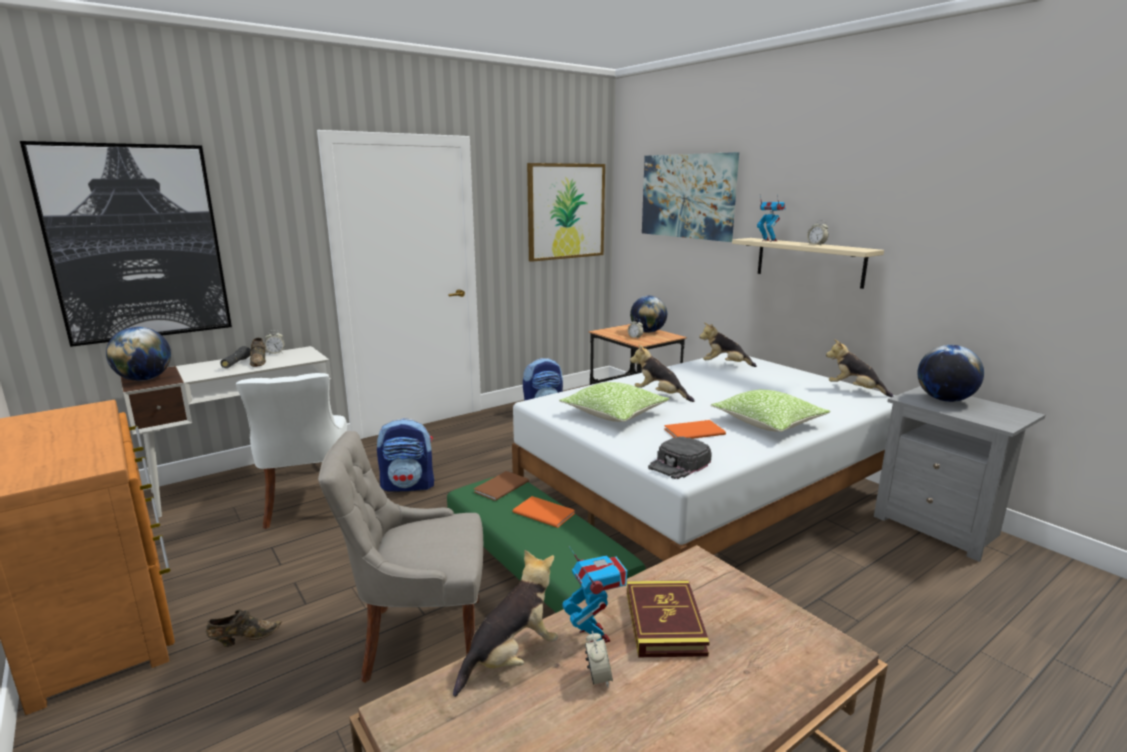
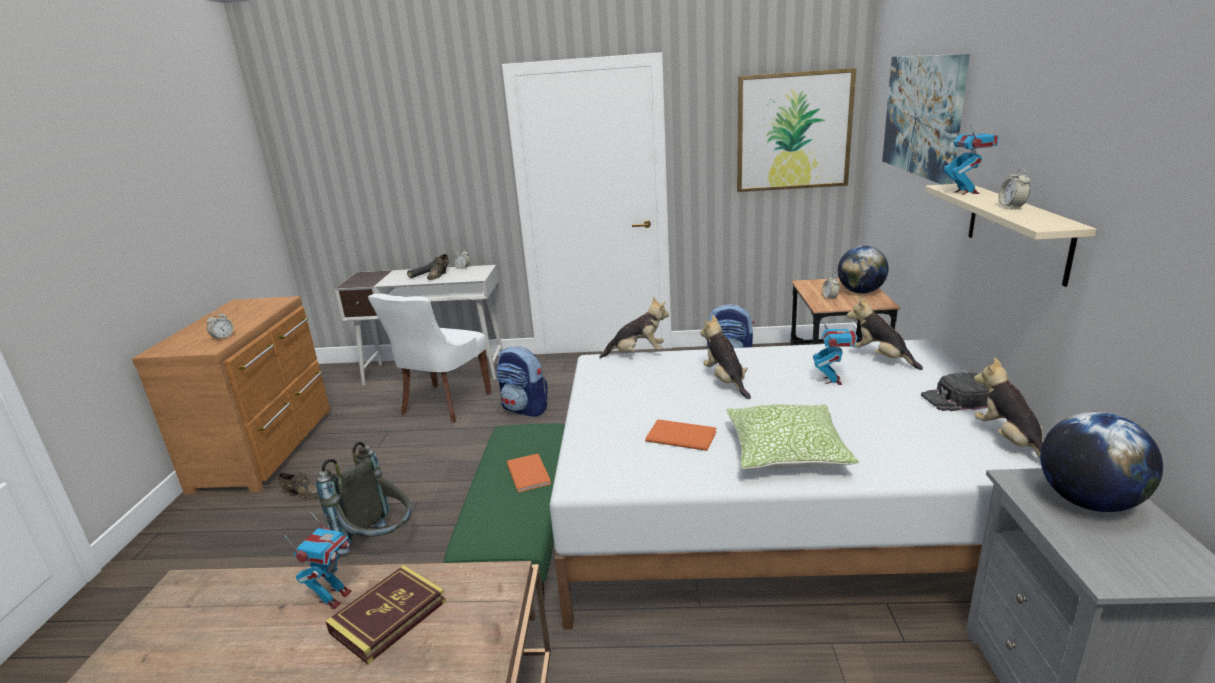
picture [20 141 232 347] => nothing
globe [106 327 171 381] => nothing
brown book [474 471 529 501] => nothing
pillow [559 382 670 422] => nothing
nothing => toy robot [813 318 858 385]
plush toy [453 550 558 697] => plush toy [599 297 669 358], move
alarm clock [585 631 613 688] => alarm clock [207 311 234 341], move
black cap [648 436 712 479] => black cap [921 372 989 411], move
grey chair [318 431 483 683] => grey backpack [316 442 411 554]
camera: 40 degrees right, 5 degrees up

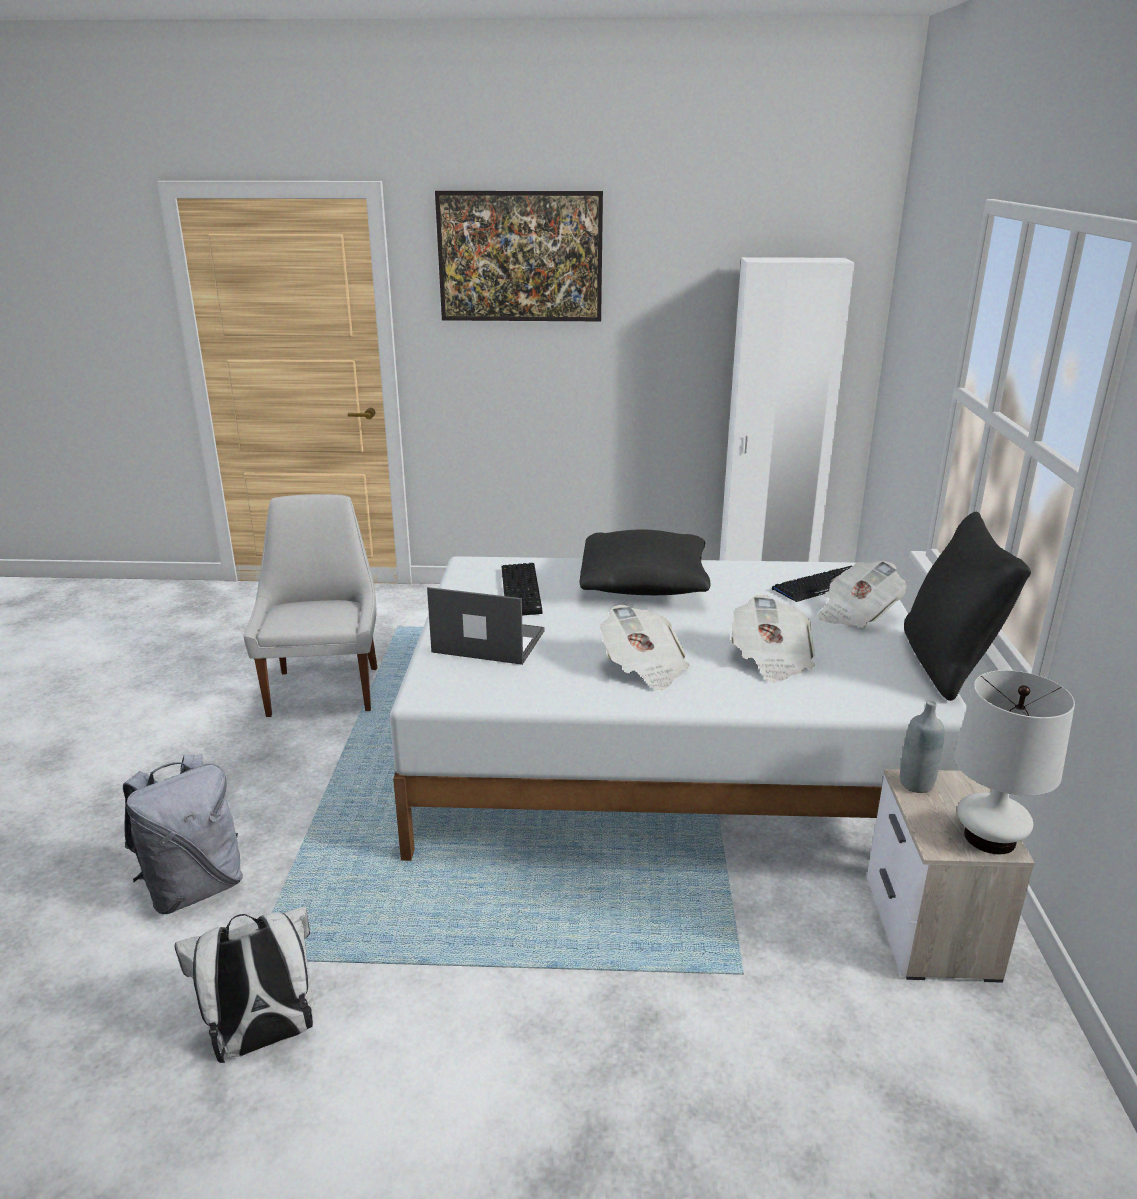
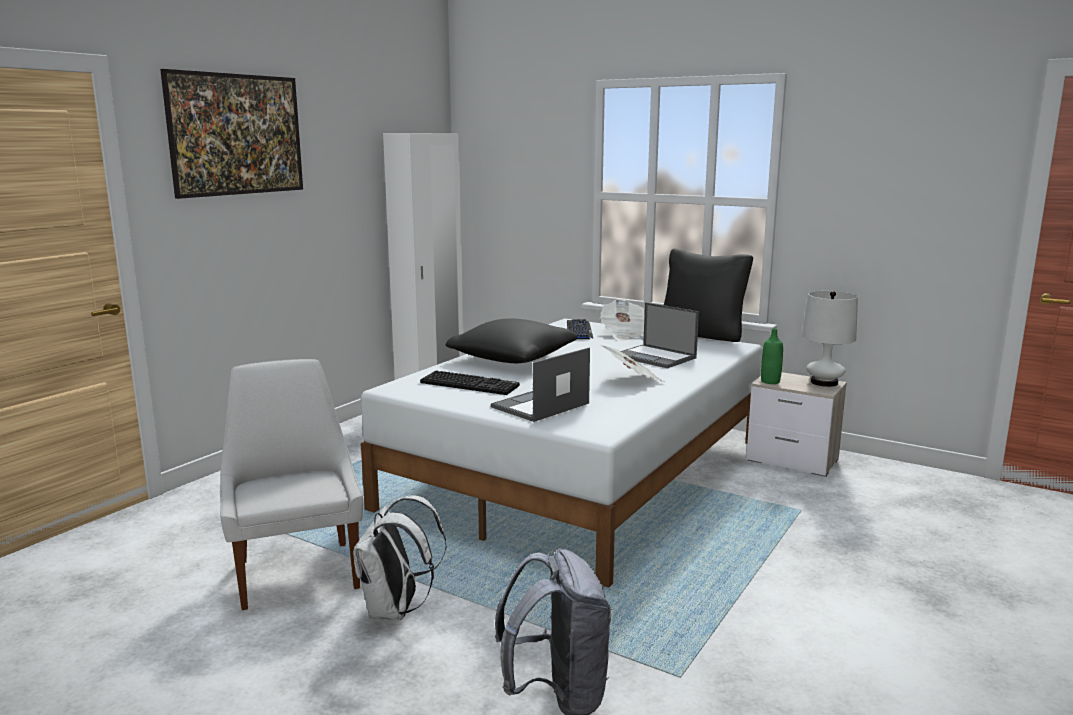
white backpack [175 906 314 1063] => white backpack [353 495 447 620], move
newspaper [731 595 815 682] => laptop [621 302 699 368]
grey bottle [900 701 945 793] => green bottle [761 329 783 384]
white chair [243 494 377 717] => white chair [220 359 363 610], 45 degrees clockwise
camera: 60 degrees left, 10 degrees down

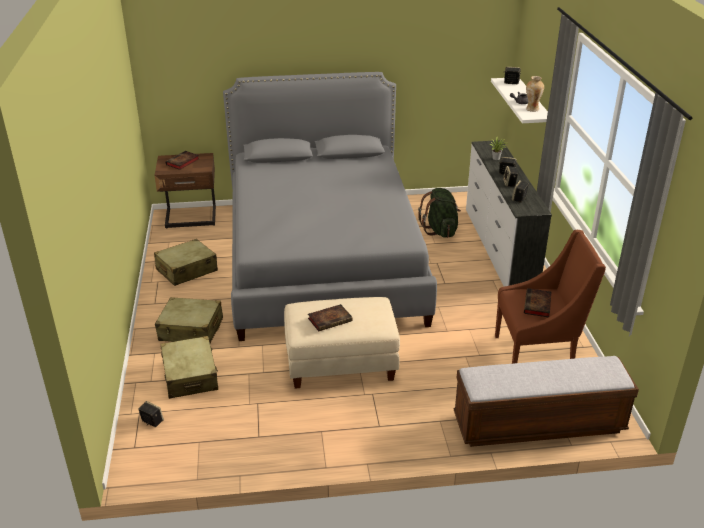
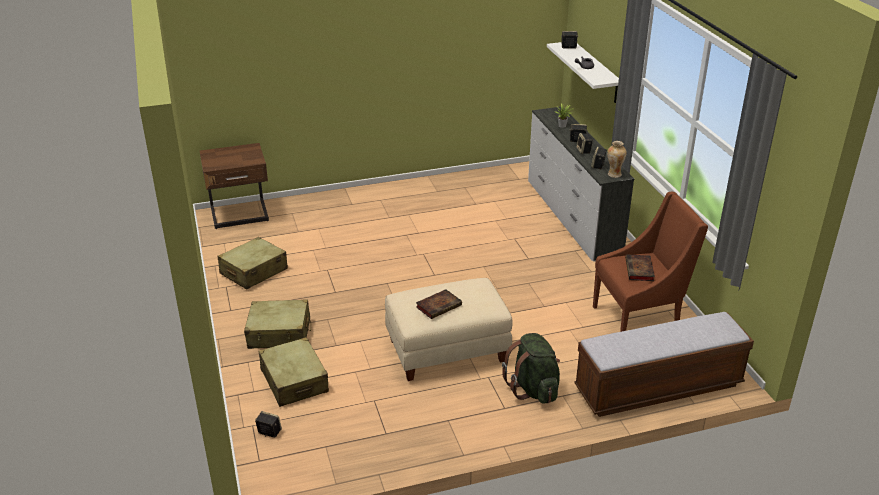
book [166 151 199 170] => nothing
grey bed [223 72 437 341] => nothing
green backpack [418 188 461 238] => green backpack [502 333 560 404], move
vase [526 76 544 112] => vase [607 141 627 178], move
camera: 10 degrees left, 0 degrees up

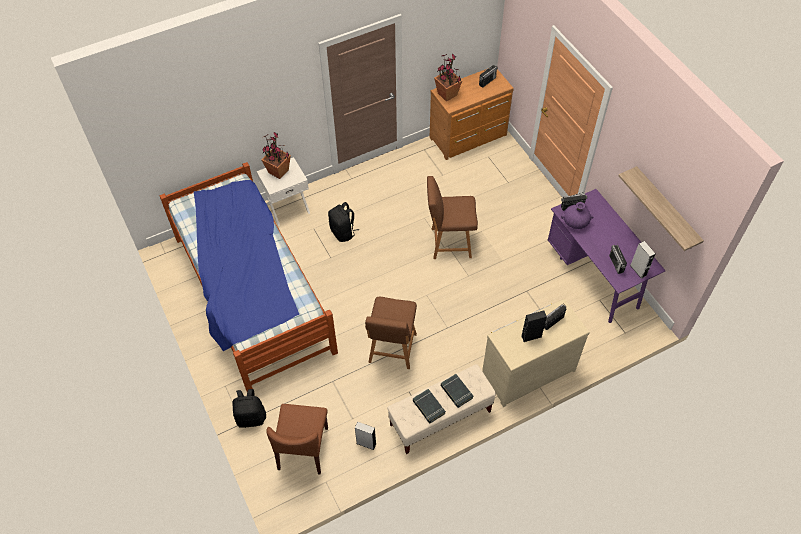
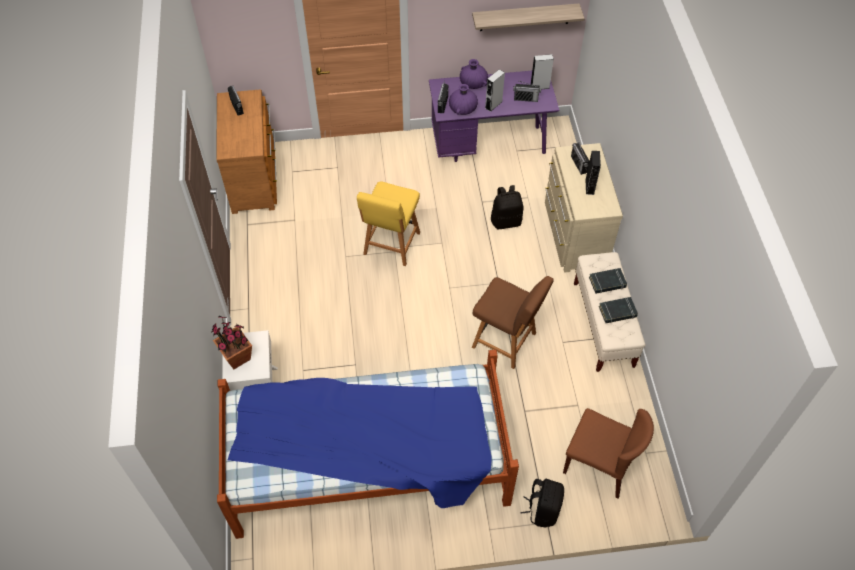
potted plant [434 53 462 101] => nothing
nothing => purple vase [460 59 488 89]
black backpack [328 202 359 242] => black backpack [491 185 524 229], move
grey speaker [355 422 376 450] => grey speaker [485 69 505 112], move
brown chair [427 176 478 259] => yellow chair [357 182 420 266]
camera: 70 degrees left, 0 degrees up

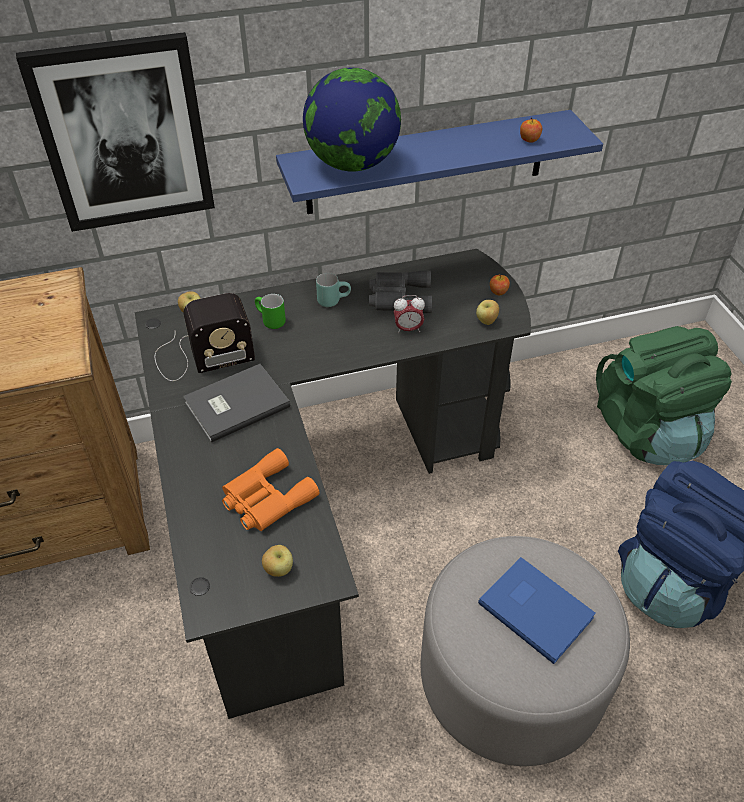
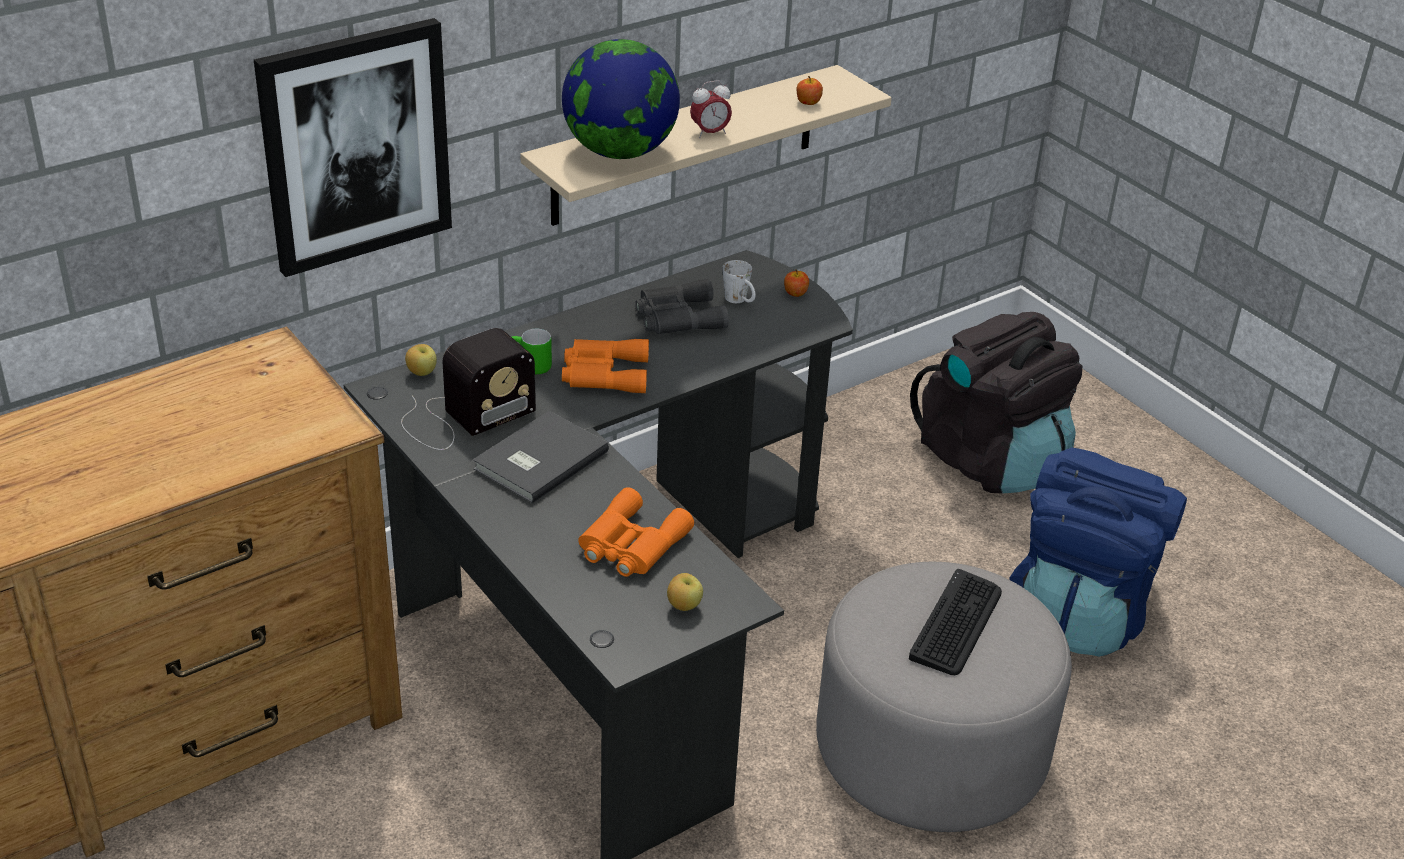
turquoise mug [316 273 351 307] => nothing
apple [476 300 499 325] => nothing
nothing => orange binoculars [562 339 649 393]
nothing => white mug [722 260 755 303]
alarm clock [394 295 425 333] => alarm clock [690 80 732 138], move
blue book [478 557 596 664] => keyboard [909 569 1002 675]
blue shelf [276 110 603 214] => beige shelf [520 65 892 226]
green backpack [596 326 732 465] => black backpack [910 312 1082 494]
camera: 20 degrees left, 10 degrees down

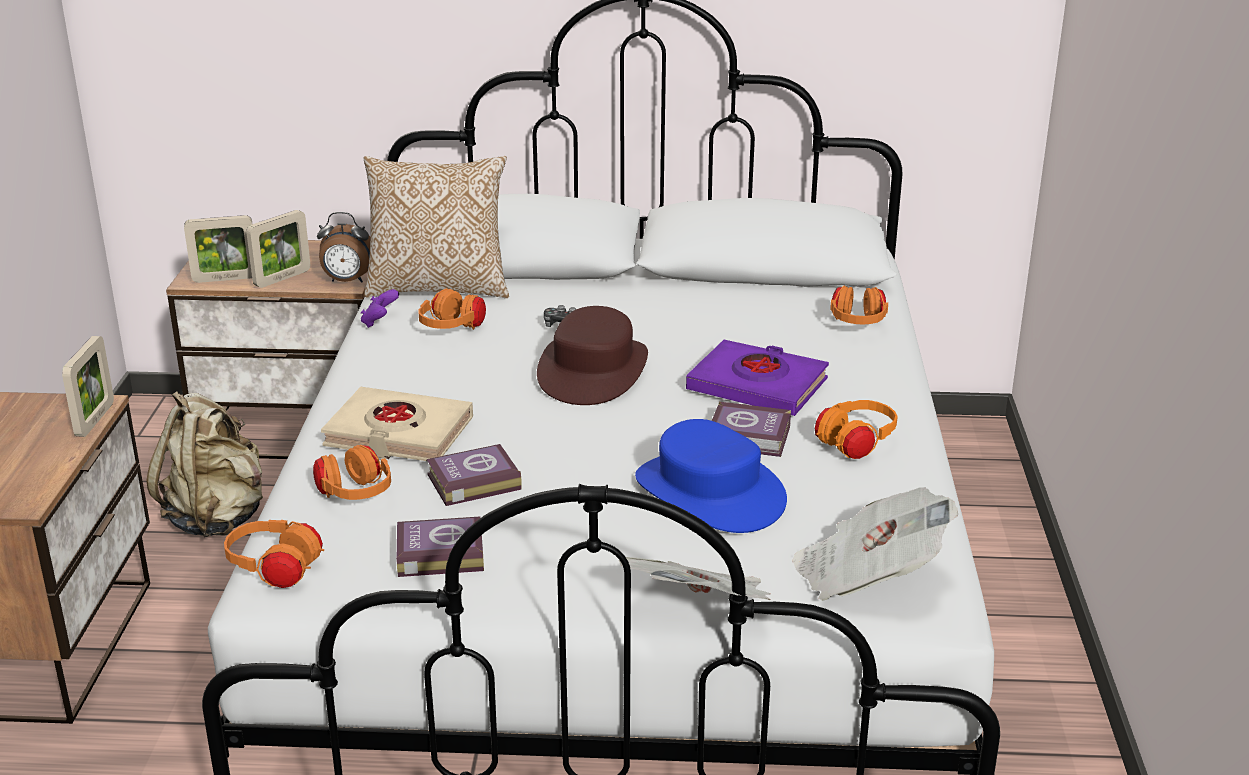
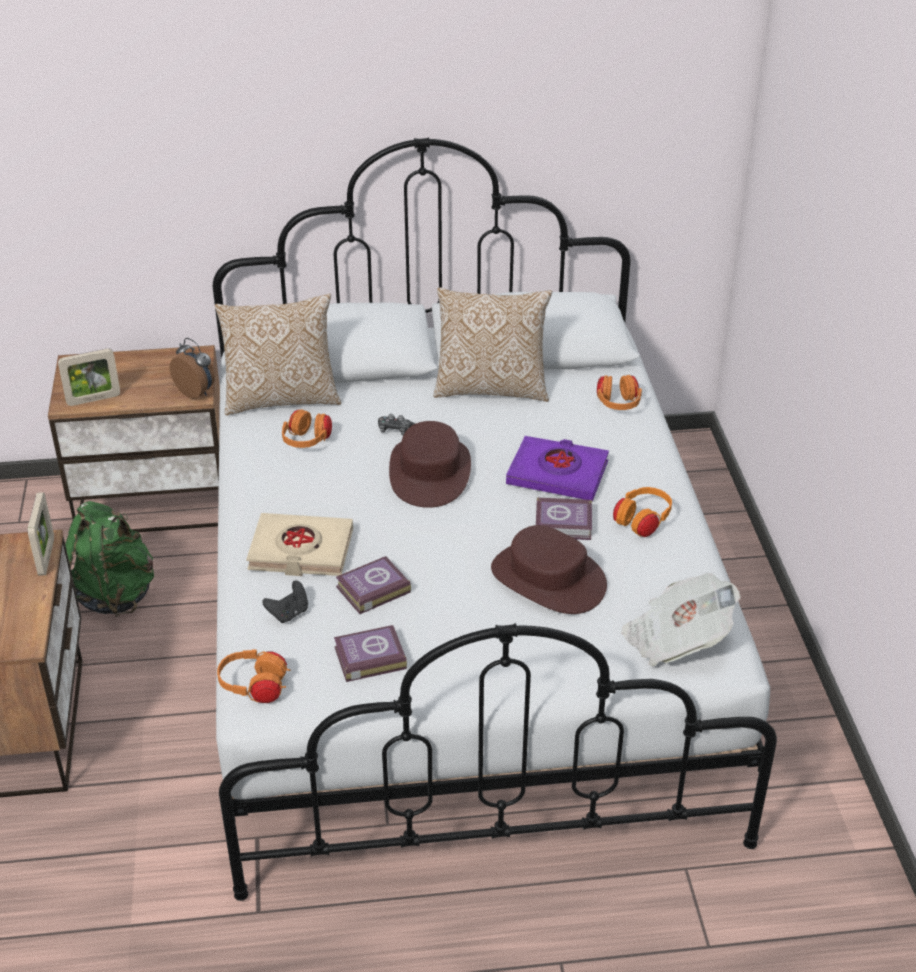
picture frame [246 210 310 288] => nothing
purple game controller [361 289 399 328] => nothing
newspaper [619 557 770 600] => nothing
nothing => pillow [433 287 552 402]
orange headphones [313 445 391 500] => black game controller [262 580 308 623]
beige backpack [146 391 263 537] => green backpack [65 501 154 617]
blue hat [635 419 787 533] => brown hat [491 525 607 614]
alarm clock [317 212 370 282] => alarm clock [169 338 215 399], 135 degrees counterclockwise
camera: 10 degrees left, 10 degrees up

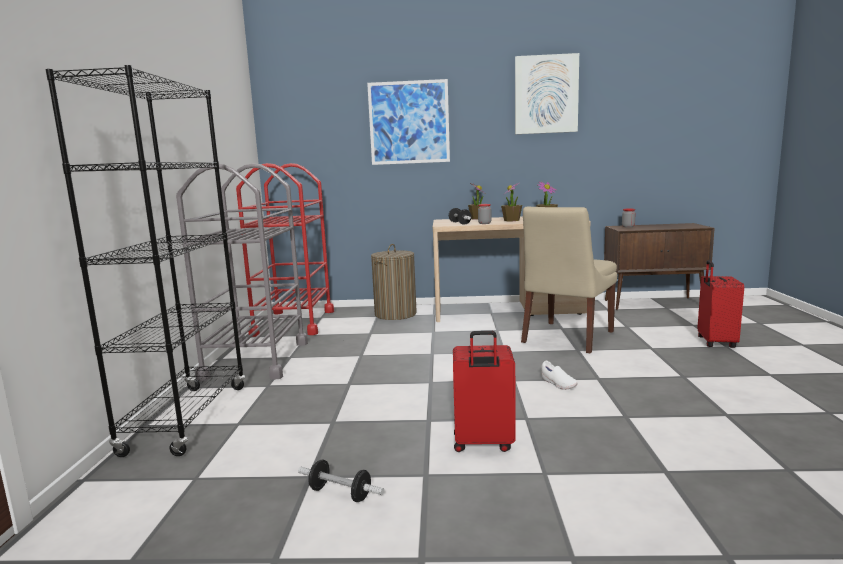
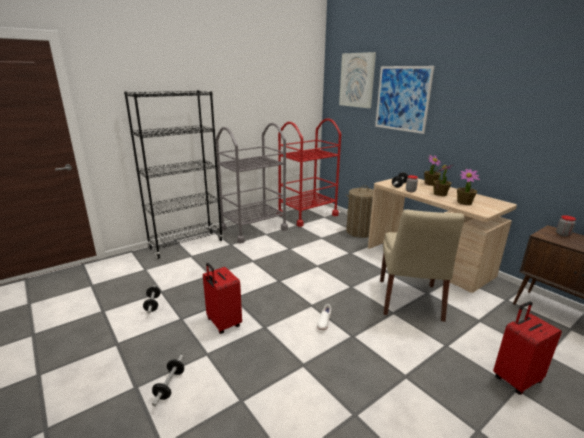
nothing => dumbbell [152 355 184 406]
picture [515 53 579 134] => picture [339 52 376 108], move
beige chair [521 207 617 354] => beige chair [380 209 464 322], 75 degrees counterclockwise
camera: 50 degrees right, 10 degrees up

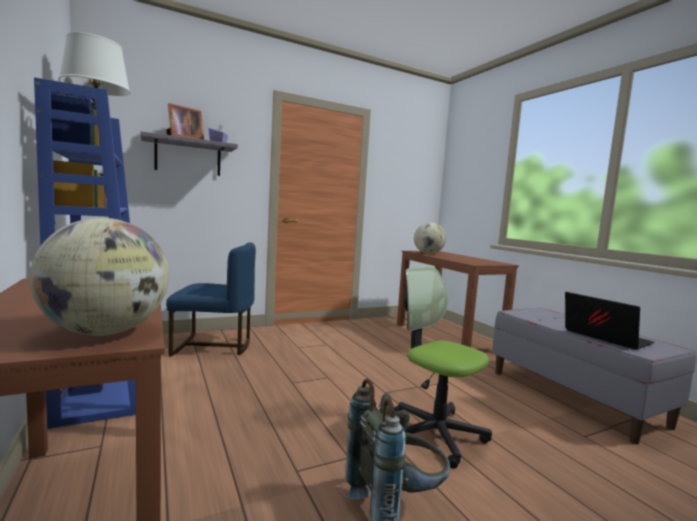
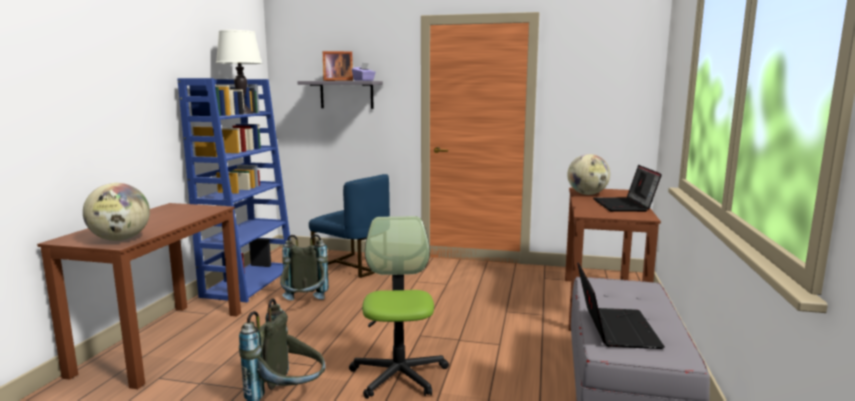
nothing => grey backpack [280 234 329 301]
nothing => laptop [593 165 662 212]
camera: 40 degrees right, 5 degrees up

